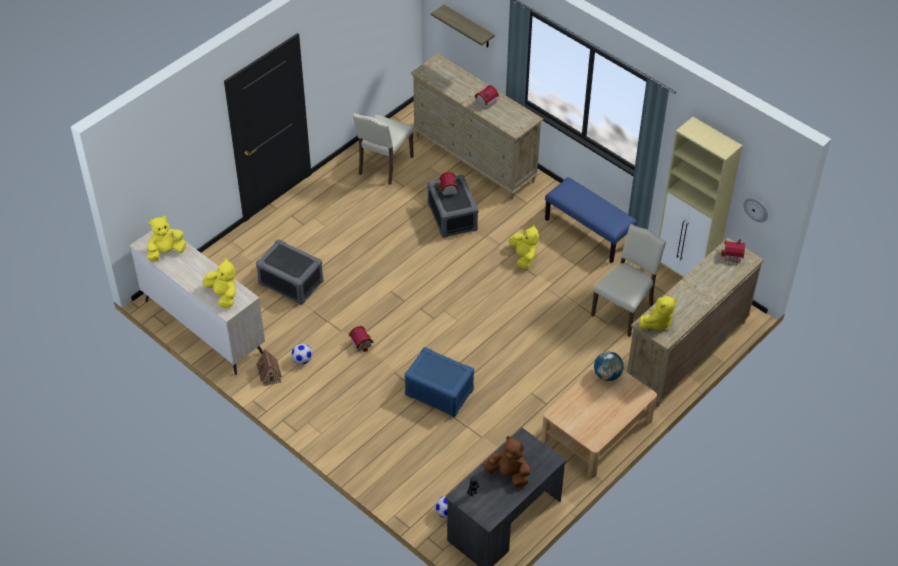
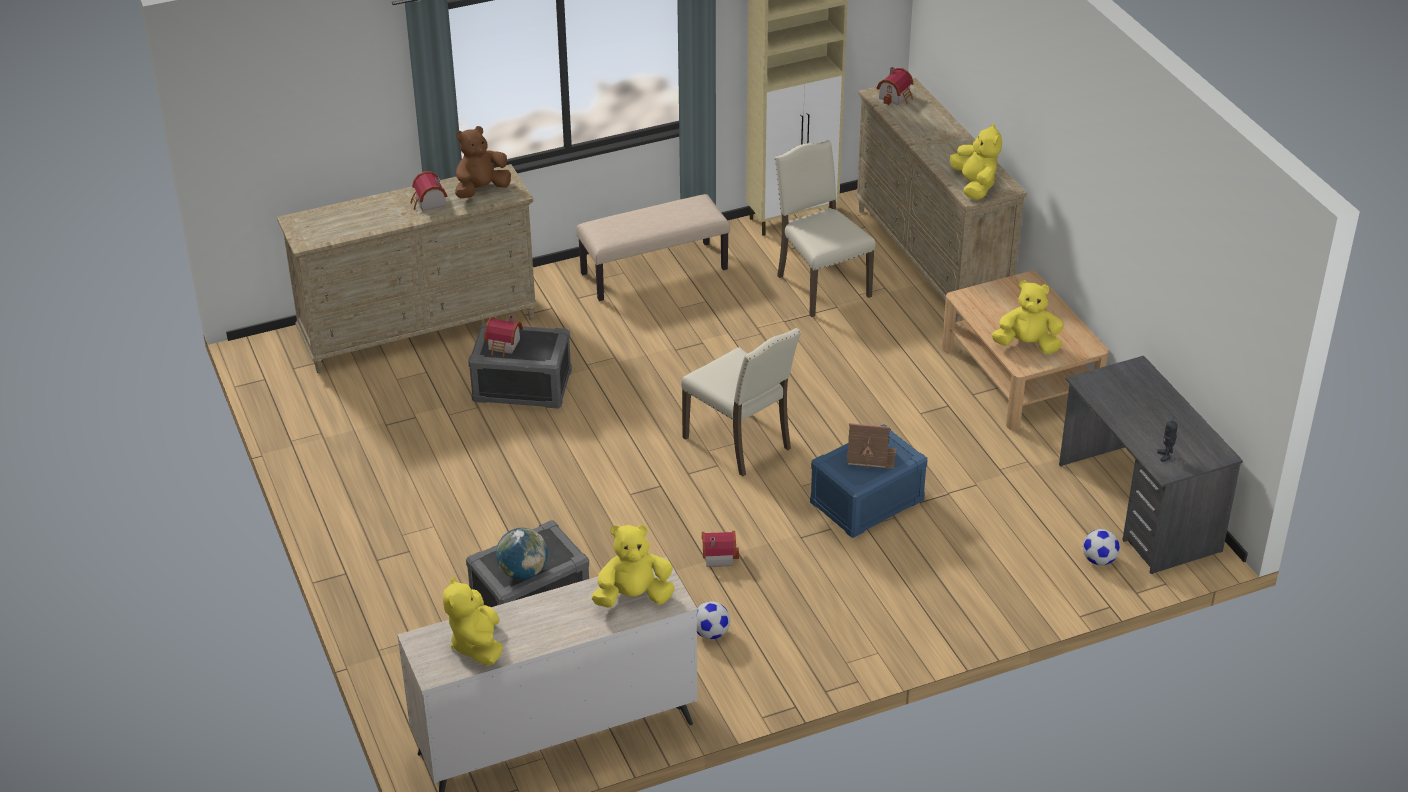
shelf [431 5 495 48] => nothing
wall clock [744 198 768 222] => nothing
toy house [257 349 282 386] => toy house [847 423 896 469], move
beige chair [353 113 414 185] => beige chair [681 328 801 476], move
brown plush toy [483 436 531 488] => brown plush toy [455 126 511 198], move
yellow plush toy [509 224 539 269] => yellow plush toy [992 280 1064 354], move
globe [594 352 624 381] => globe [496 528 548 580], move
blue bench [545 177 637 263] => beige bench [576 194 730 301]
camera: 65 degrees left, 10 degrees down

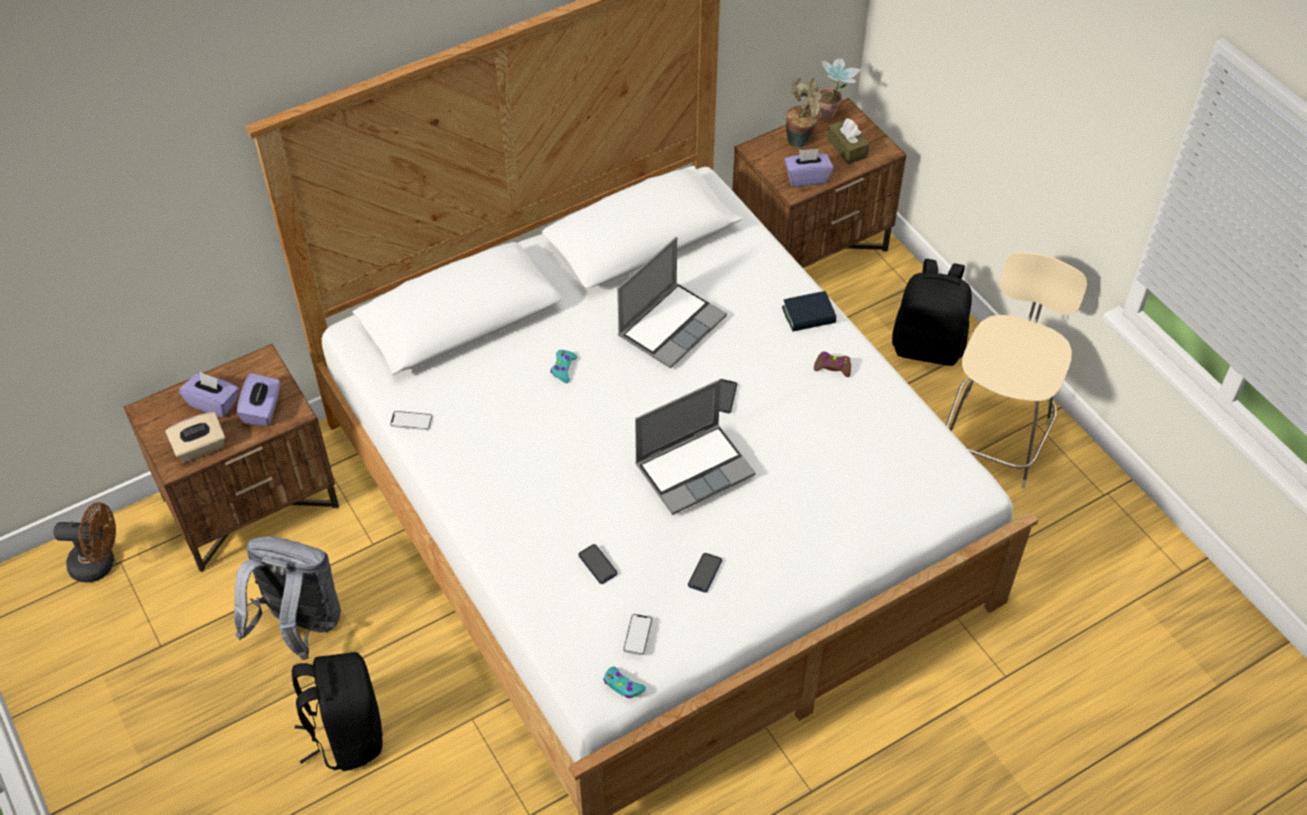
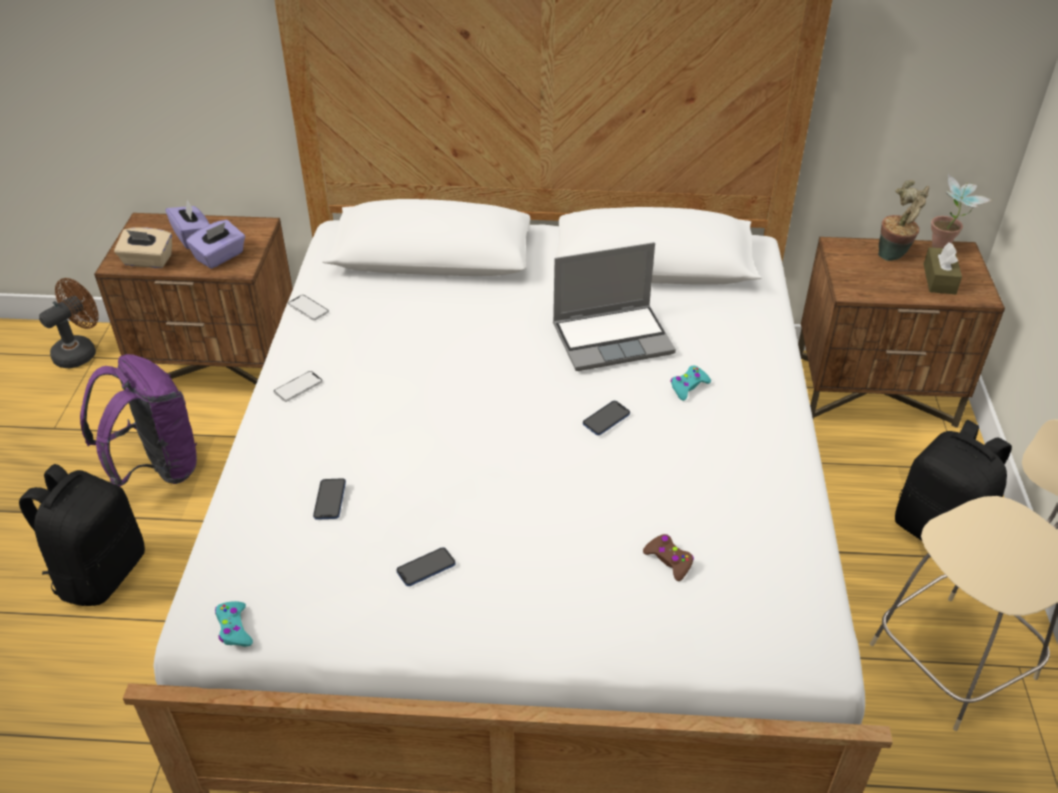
laptop [635 379 756 515] => nothing
book [782 291 836 332] => nothing
purple tissue box [784 149 833 187] => nothing
turquoise game controller [551 350 577 383] => turquoise game controller [670 365 711 401], move
phone [623 614 653 655] => phone [274 371 323 402], move
brown game controller [814 352 851 377] => brown game controller [643 534 694 581], move
grey backpack [234 536 341 660] => purple backpack [80 354 197 486]
brown fan [53 502 116 583] => brown fan [39 278 98 368], 90 degrees counterclockwise
camera: 35 degrees right, 10 degrees down

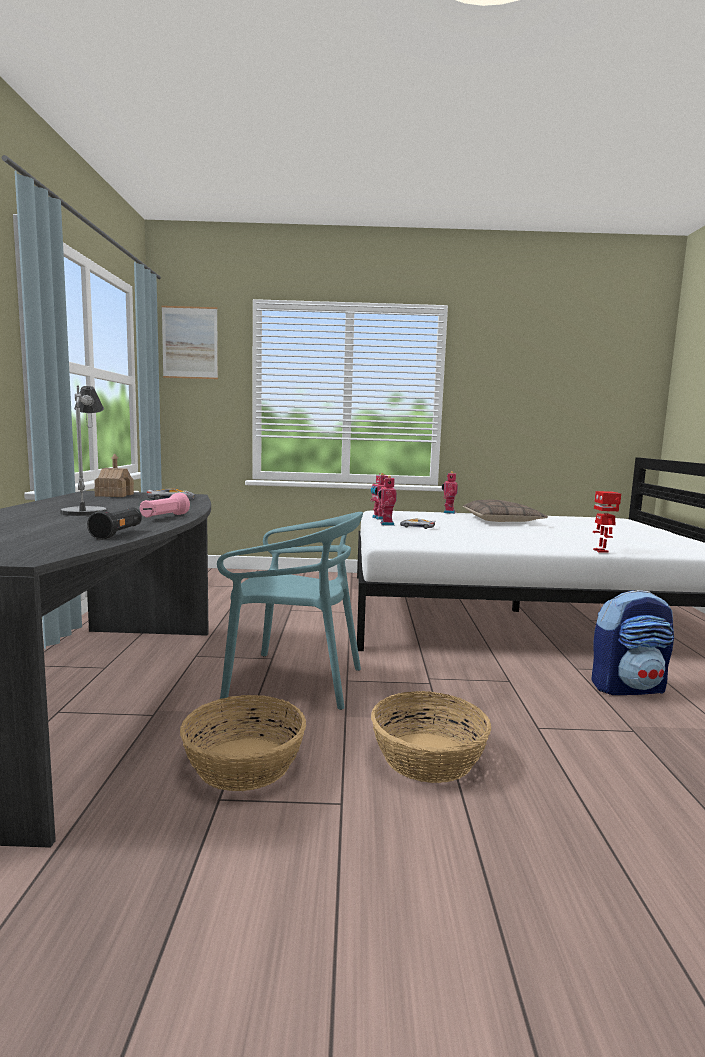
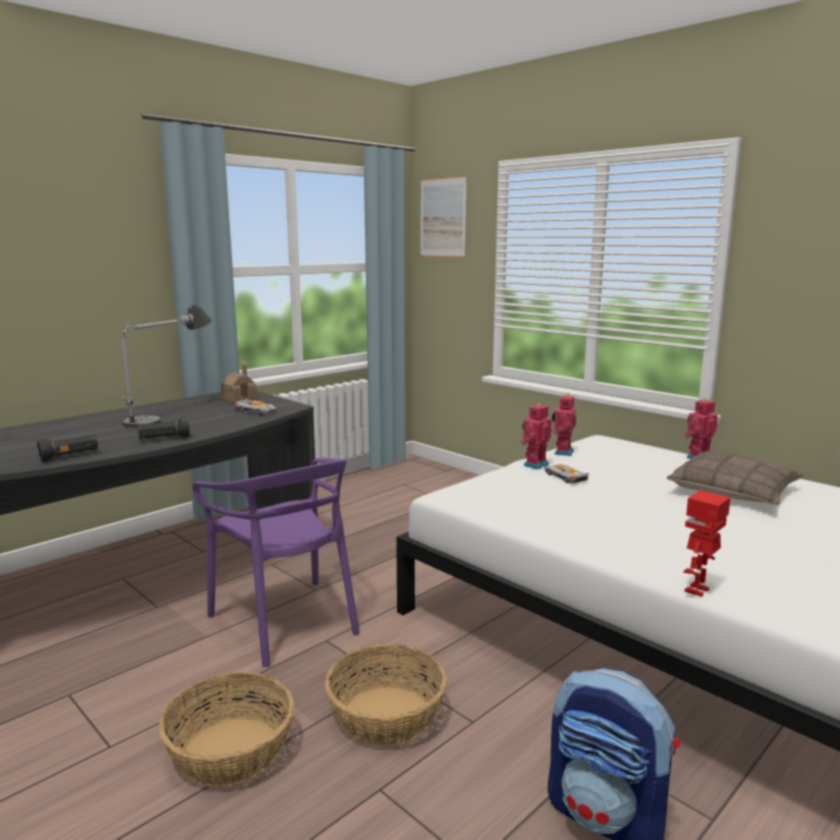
basket [180 695 306 791] => basket [325 644 446 746], move
pink flashlight [140 493 190 517] => black flashlight [137 417 190 439]
turquoise chair [217 512 363 710] => purple chair [192 458 359 667]
camera: 45 degrees right, 5 degrees up

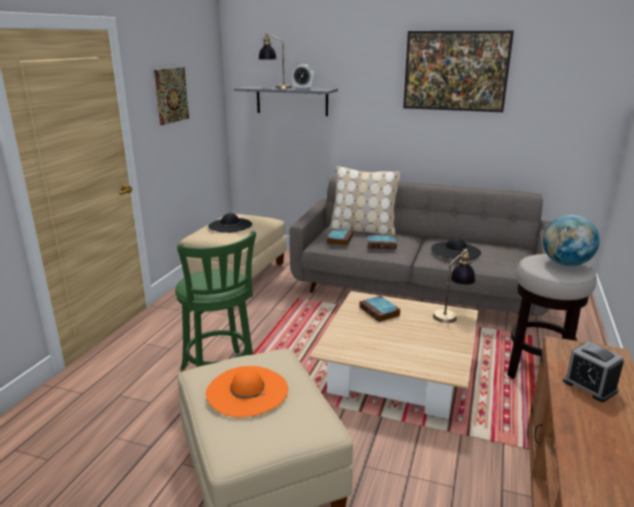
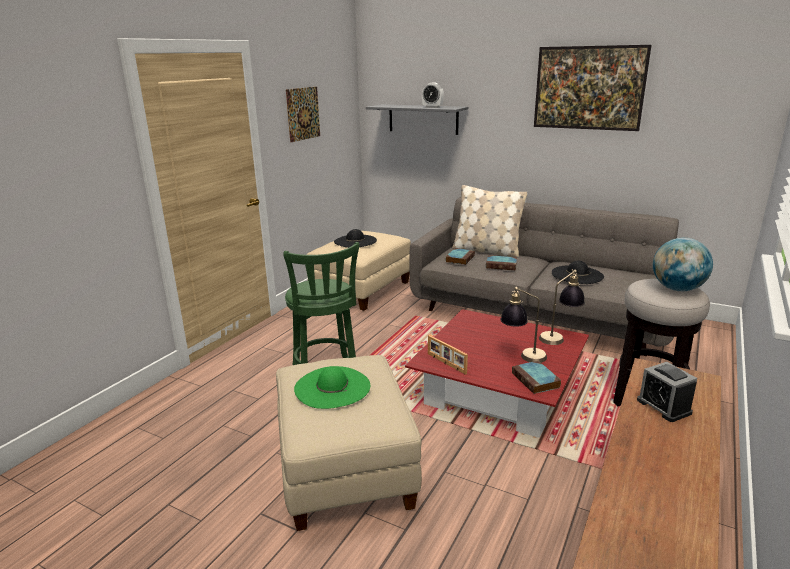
nothing => picture frame [428 335 468 375]
table lamp [259 32 292 89] => table lamp [500 287 547 363], move
book [359 296 401 322] => book [512 361 561 394], move
orange hat [206 366 288 418] => green hat [294 366 370 409]
beige coffee table [309 291 478 419] => red coffee table [405 309 589 438]
camera: 10 degrees right, 0 degrees up

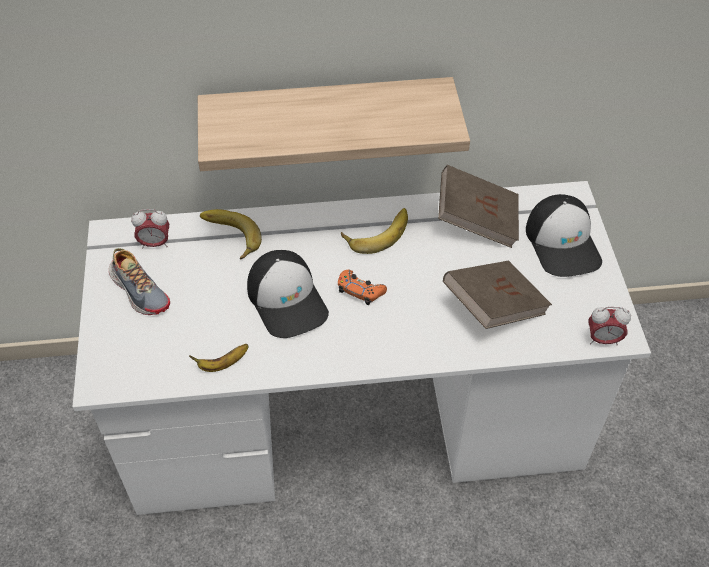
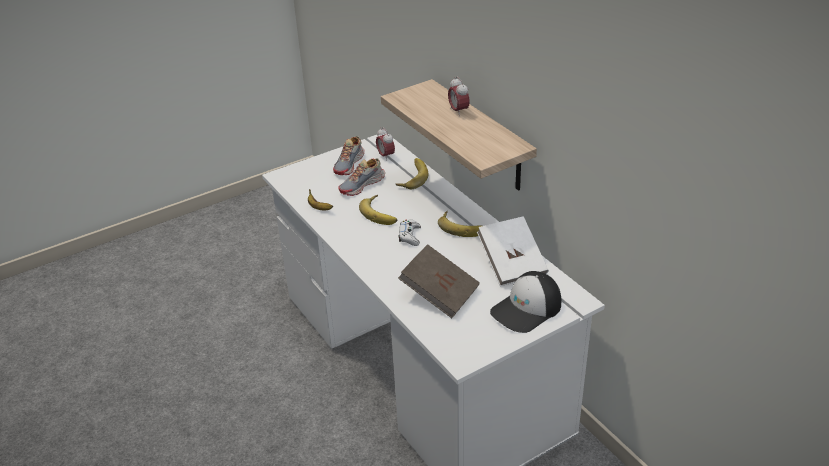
nothing => shoe [338 158 385 196]
alarm clock [588 307 631 345] => alarm clock [448 76 470 116], move
cap [247 250 329 338] => banana [359 195 397 225]
orange game controller [338 270 387 305] => white game controller [399 219 421 246]
brown book [438 165 519 248] => white book [477 216 549 286]
camera: 65 degrees right, 15 degrees down

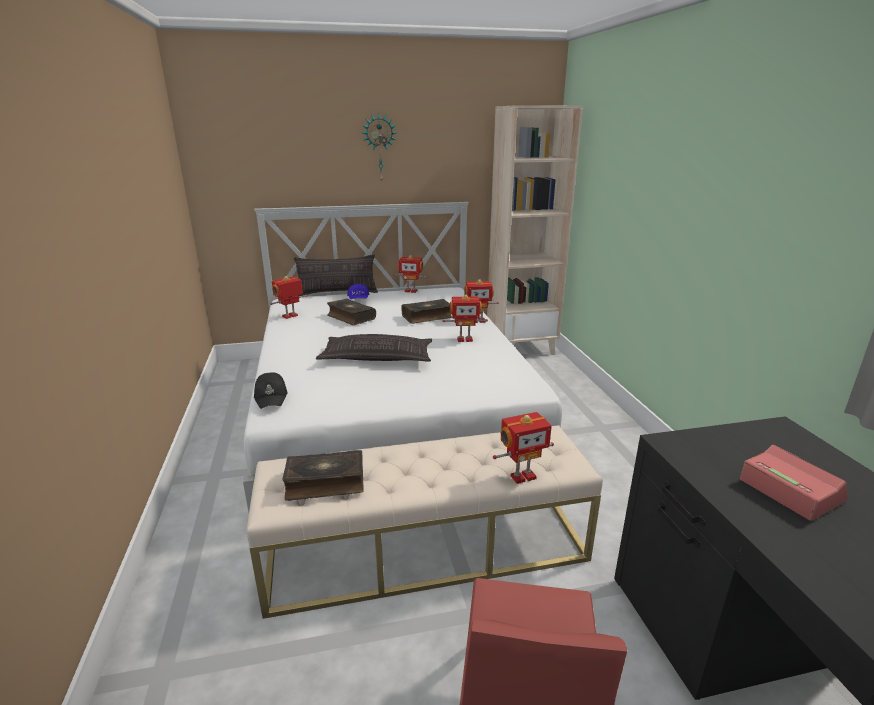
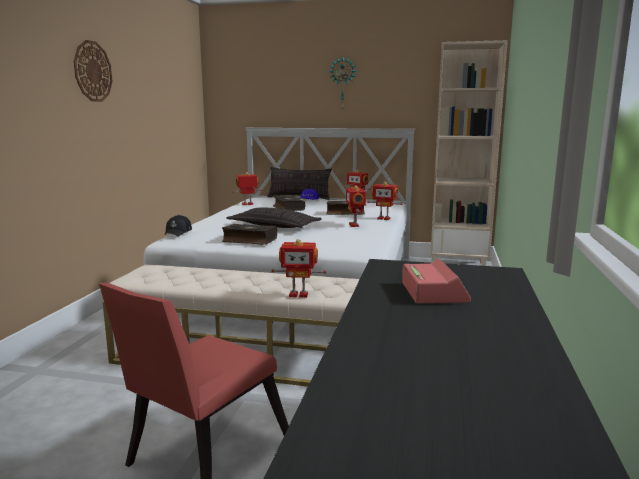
nothing => wall clock [74 40 112 102]
book [282 450 364 501] => book [222 224 277 245], move
toy robot [443 295 488 342] => toy robot [346 186 366 227], 60 degrees clockwise
camera: 25 degrees right, 10 degrees down

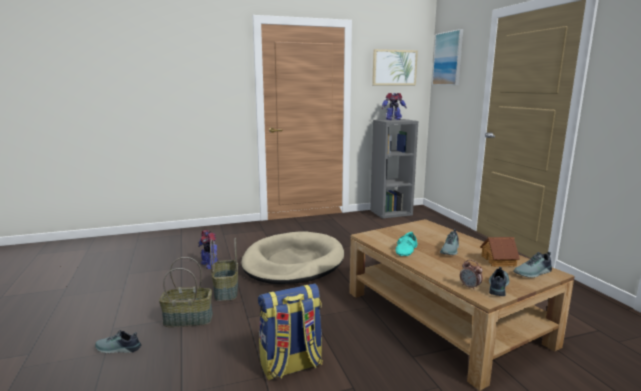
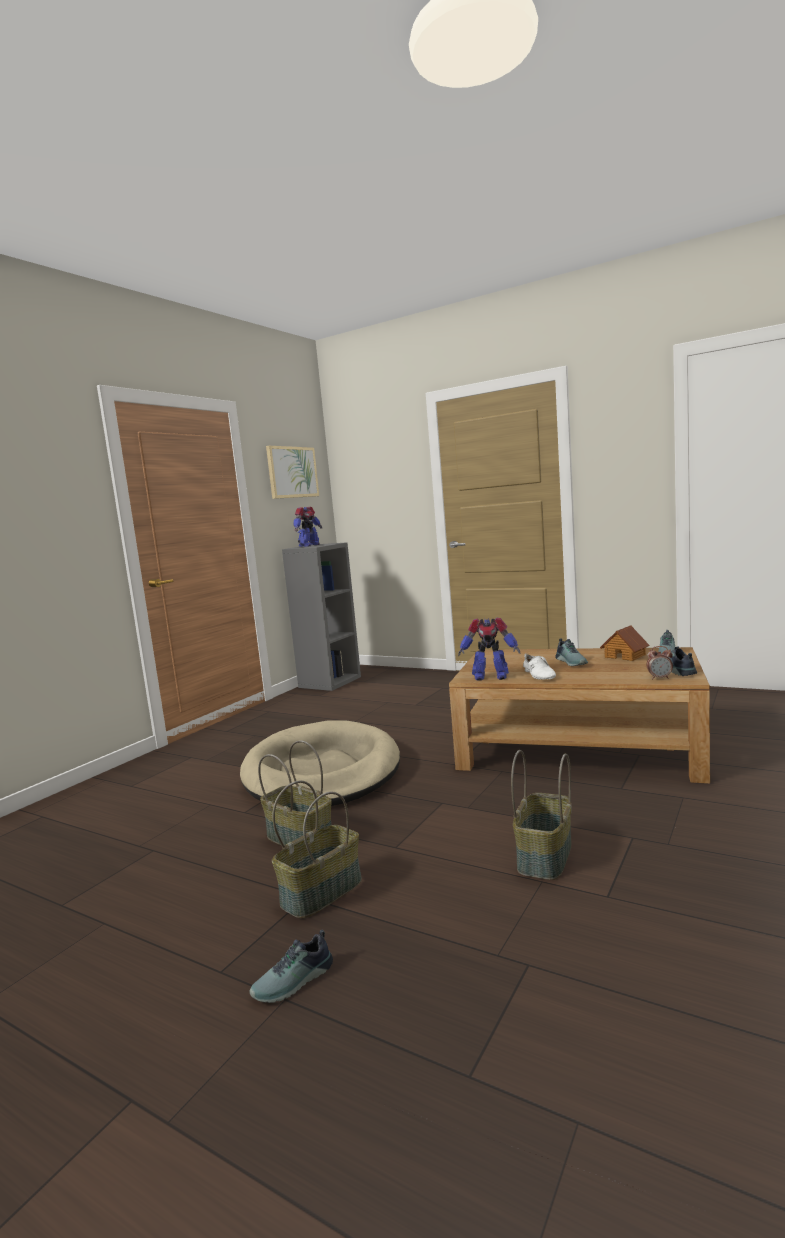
picture [432 29 463 85] => nothing
toy robot [198 230 219 269] => toy robot [458 618 520 680], move
backpack [258 284 323 380] => basket [511 750 572 880]
turquoise shoe [396 232 417 256] => white shoe [523 654 556 680]
camera: 40 degrees left, 5 degrees down

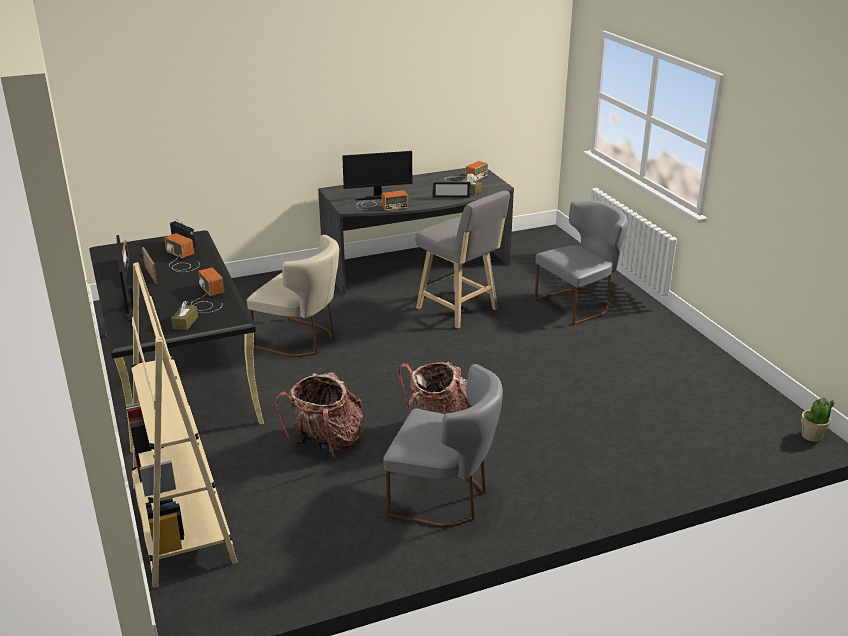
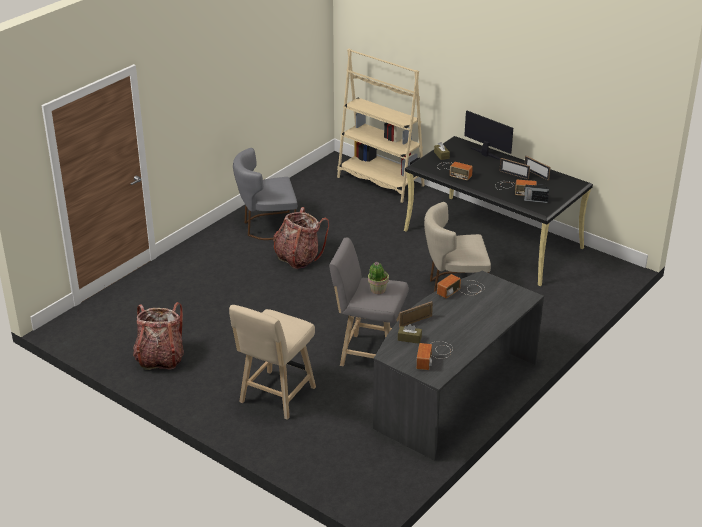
monitor [342 151 412 201] => nothing
backpack [276 372 364 457] => backpack [133 302 184 370], move
potted plant [801 398 834 442] => potted plant [368 262 389 294], move
grey chair [534 201 628 325] => beige stool [229 305 316 420]
camera: 150 degrees right, 5 degrees up

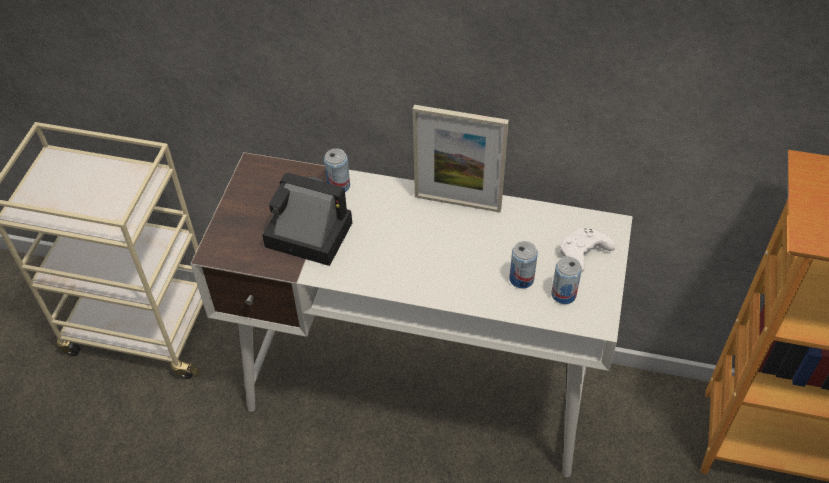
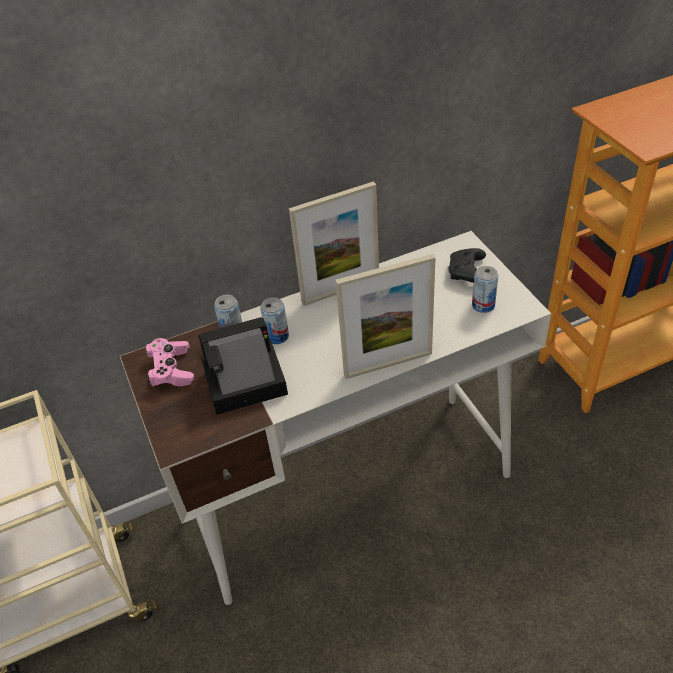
nothing => pink game controller [145 338 194 386]
nothing => picture frame [335 254 435 379]
can [509 241 538 289] => can [261 297 289 344], move
white game controller [560 228 615 272] => black game controller [448 248 486 283]
camera: 35 degrees left, 5 degrees down

